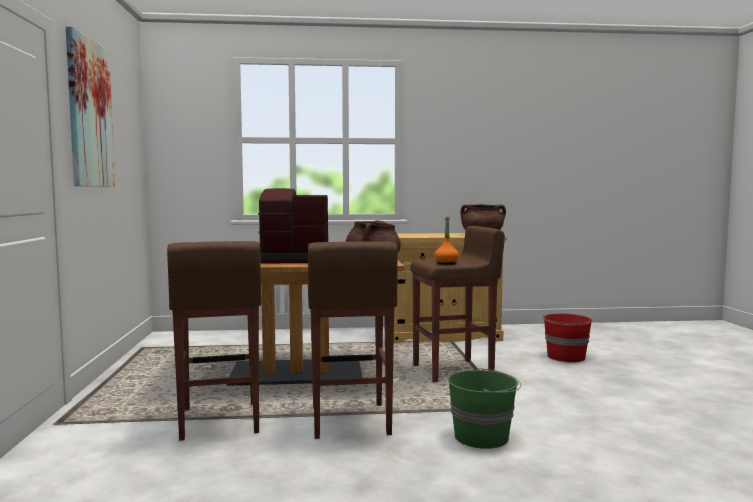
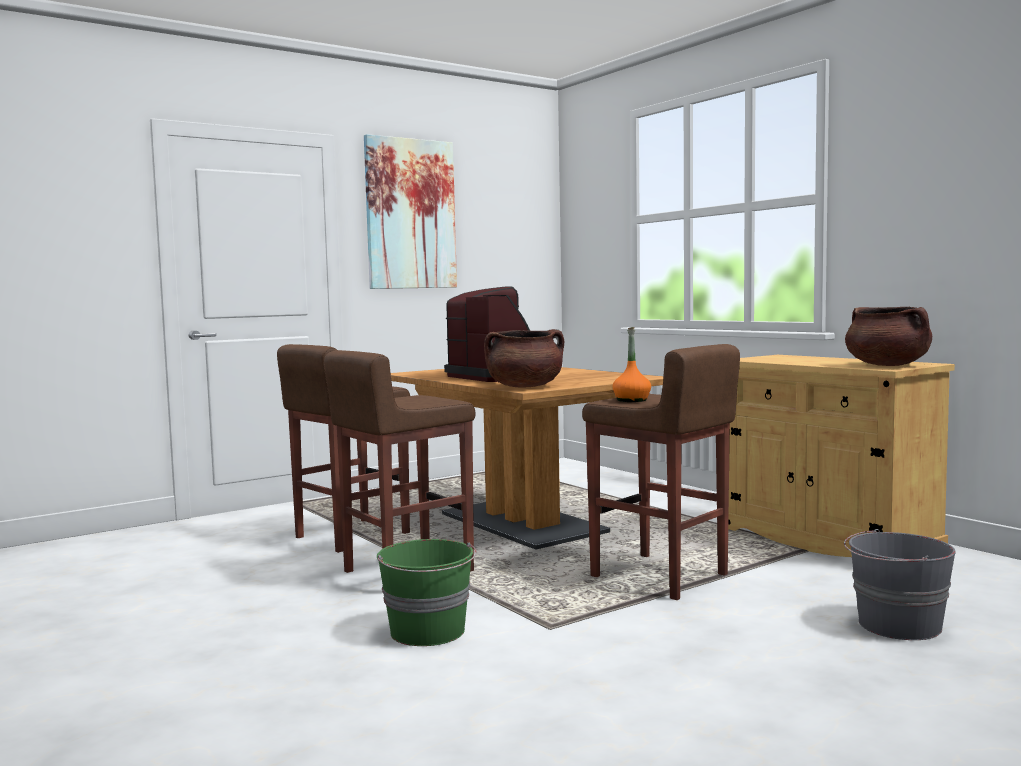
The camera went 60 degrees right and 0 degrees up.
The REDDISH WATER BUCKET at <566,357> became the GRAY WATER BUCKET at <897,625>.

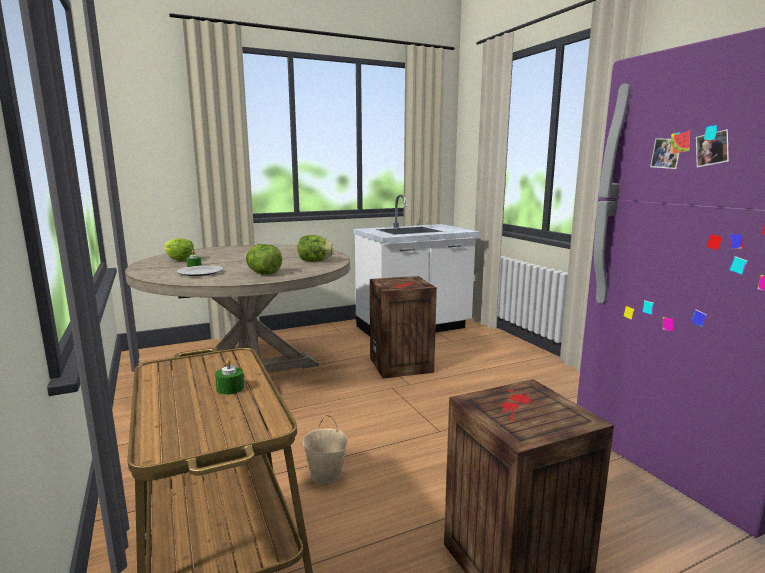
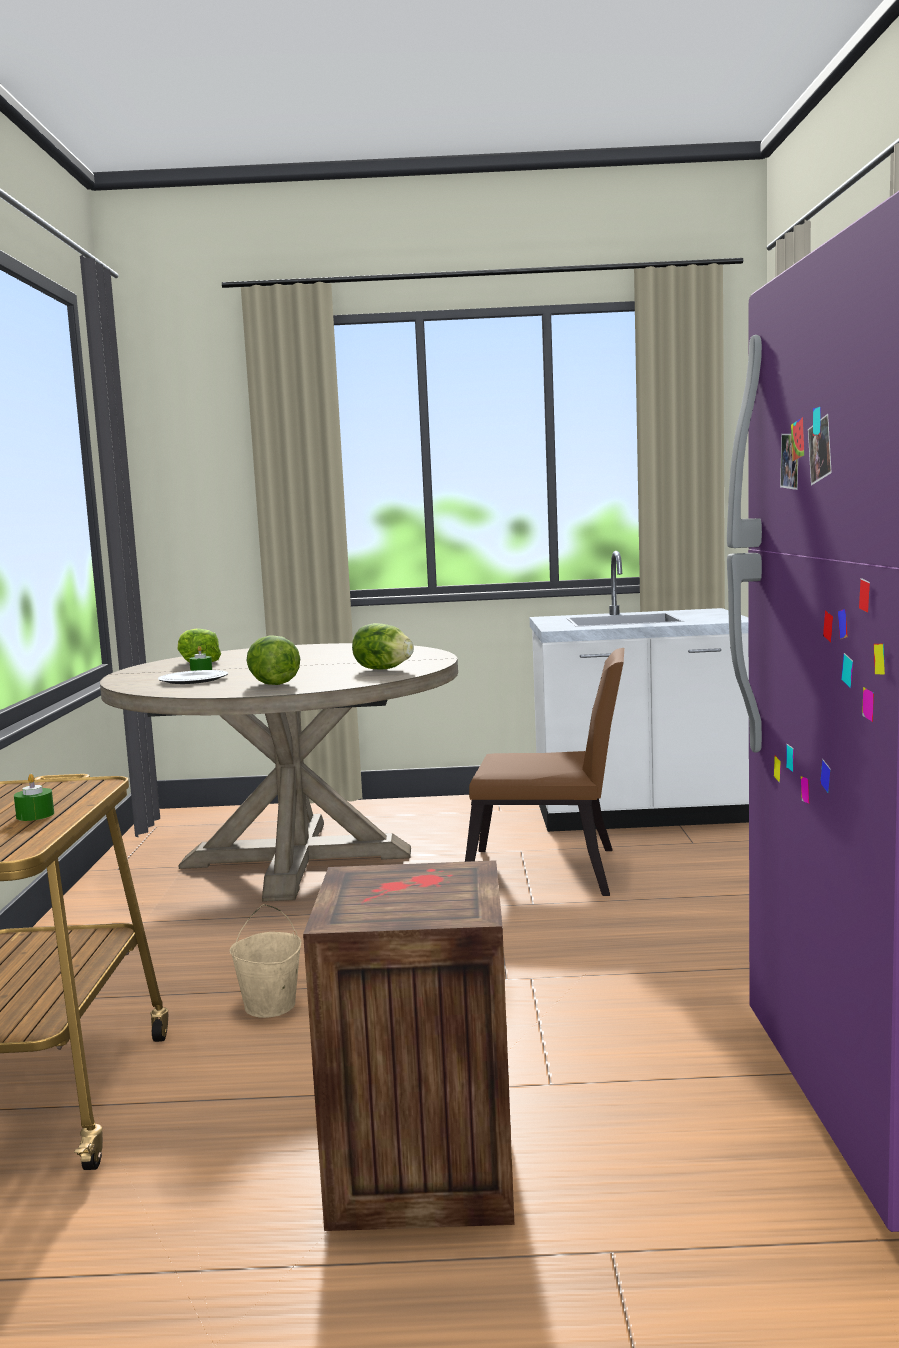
The camera went 25 degrees right and 5 degrees down.
The SHIPPING CRATE at <402,365> was replaced by the BROWN CHAIR at <552,873>.

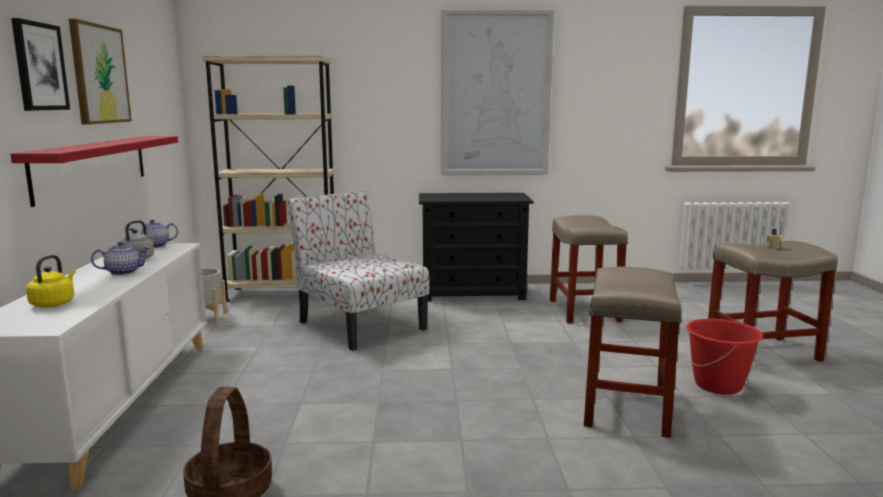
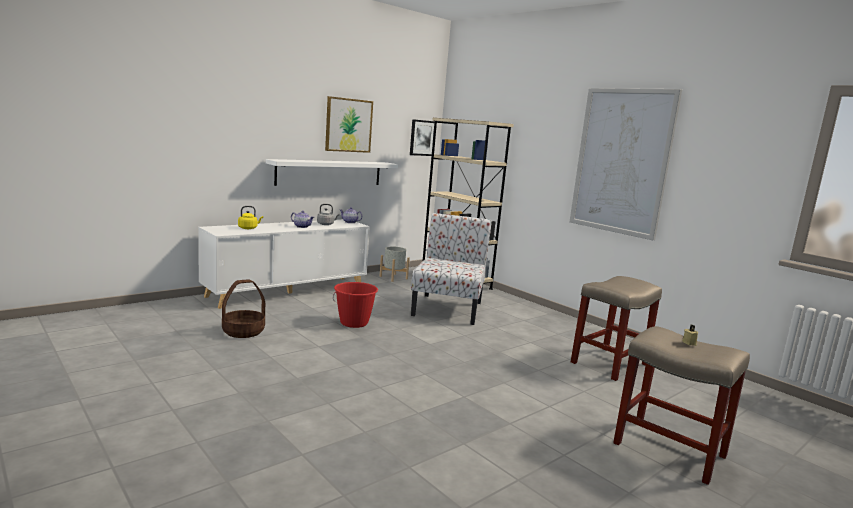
The camera went 50 degrees right and 0 degrees up.
The BLACK-COLOURED CHEST OF DRAWERS at <473,292> disappeared.
The BEIGE-COLOURED SITTING STOOL at <627,408> disappeared.
The PICTURE moved from <39,66> to <422,138>.
The REDDISH WATER BUCKET moved from <718,385> to <354,323>.
The REDDISH BRACKET SHELF at <93,166> became the WHITE-COLOURED BRACKET SHELF at <330,173>.

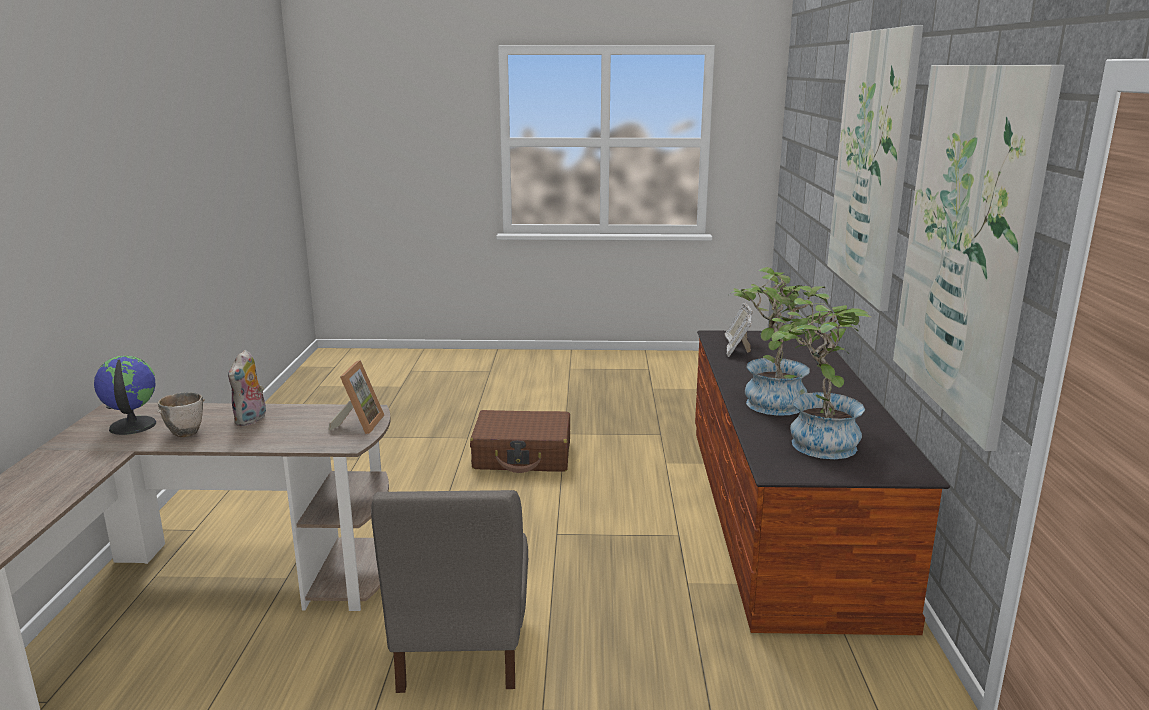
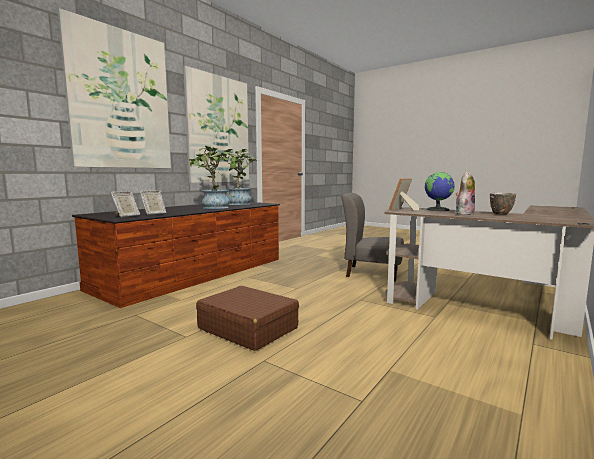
The camera went 145 degrees left and 10 degrees down.
The GLOBE moved from <132,426> to <438,210>.
The GRAY CHAIR at <461,648> turned 105 degrees counterclockwise.

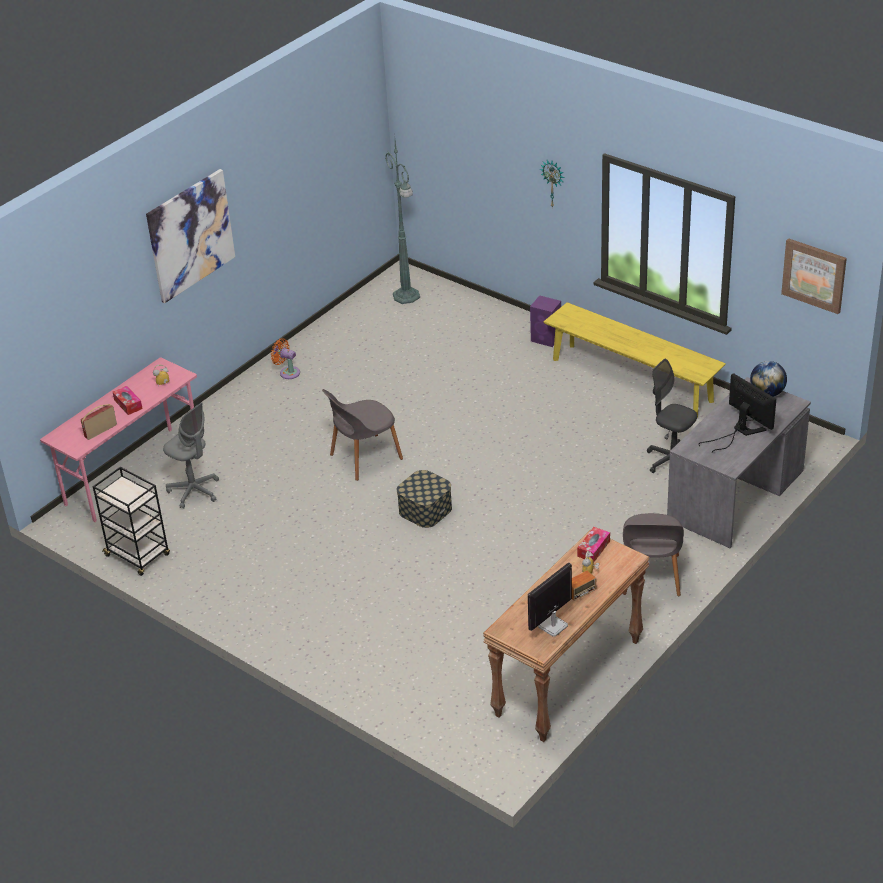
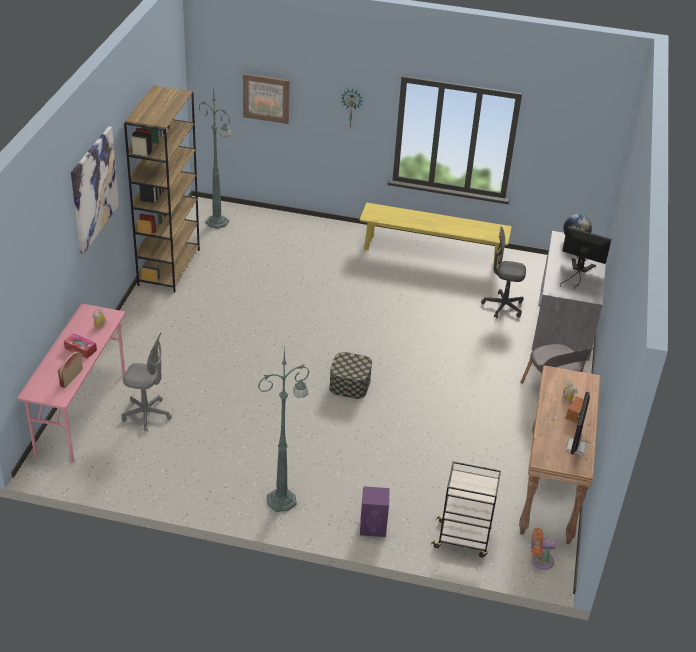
The camera went 30 degrees left and 0 degrees up.
The GRAY CHAIR at <364,458> disappeared.
The TISSUE BOX at <593,548> disappeared.
The BROWN SHELVING UNIT at <169,267> appeared.
The GREEN STANDARD LAMP at <283,500> appeared.
The BLACK-COLOURED WHEELED CART moved from <138,556> to <463,539>.
The ORANGE COOLING FAN moved from <288,372> to <540,560>.
The PURPLISH LOUDSPEAKER moved from <546,338> to <373,527>.
The PICTURE moved from <814,275> to <266,98>.

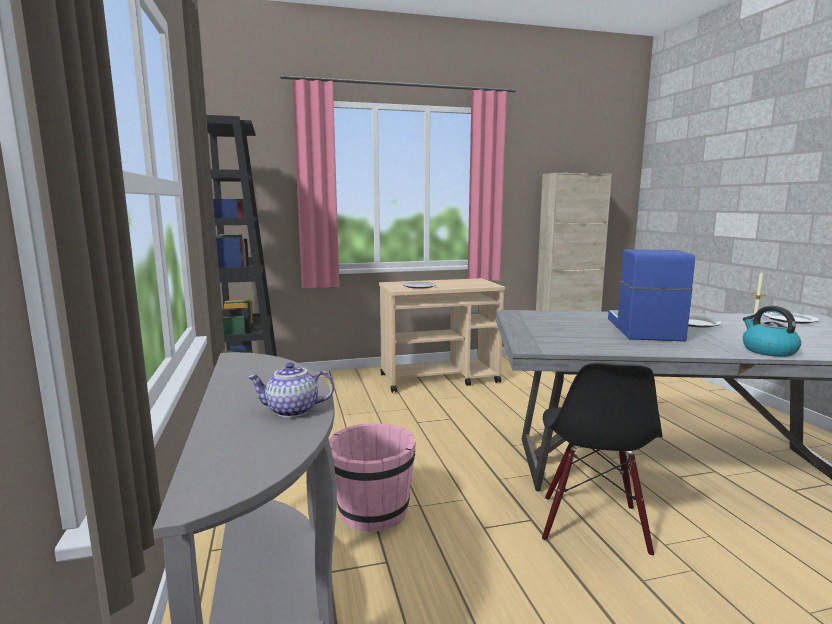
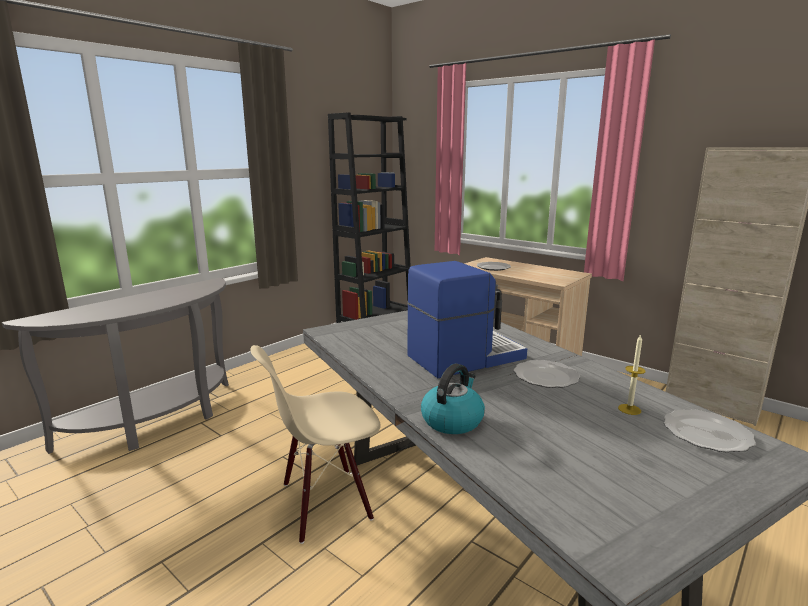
The camera went 55 degrees right and 5 degrees up.
The TEA POT at <291,411> disappeared.
The PINKISH WATER BUCKET at <372,512> disappeared.
The BLACK-COLOURED CHAIR at <592,525> became the BEIGE-COLOURED CHAIR at <325,502>.

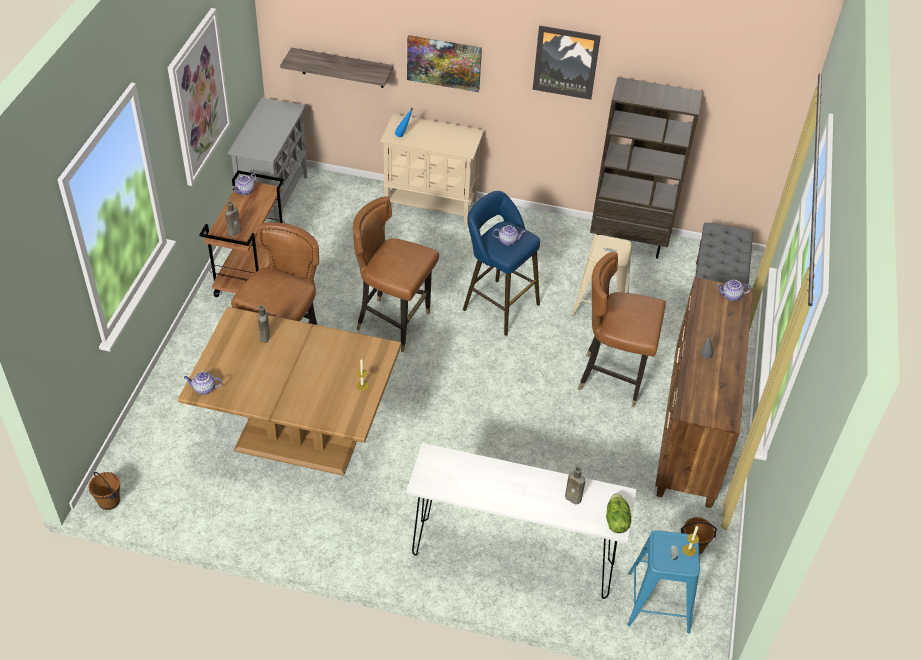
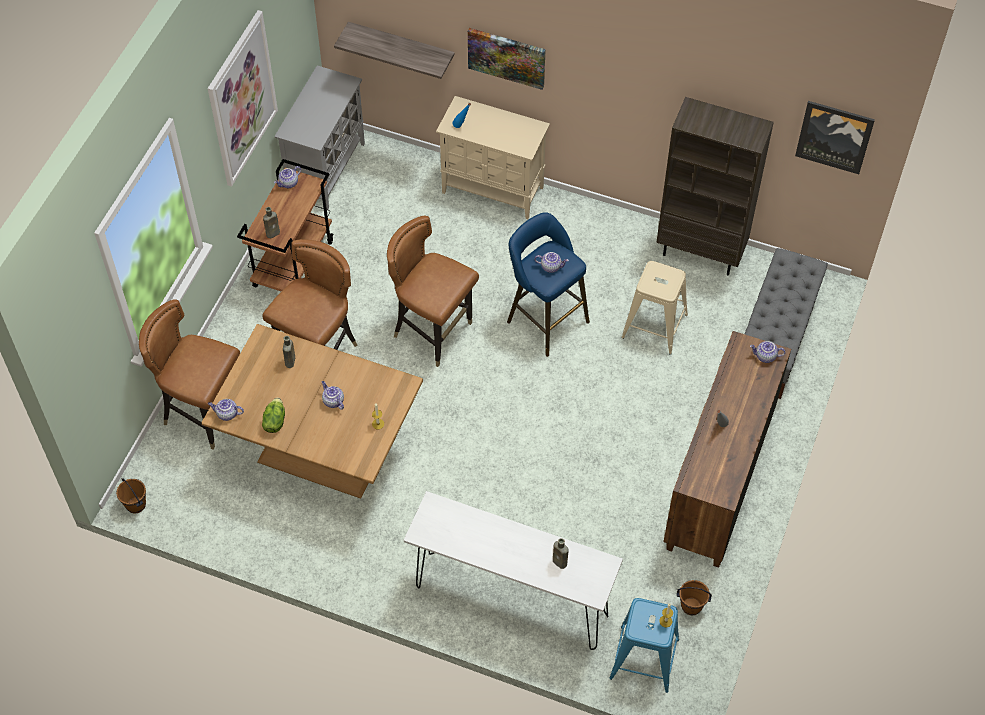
The camera went 10 degrees right and 10 degrees up.
The TEA POT at <333,401> appeared.
The PICTURE moved from <566,62> to <834,136>.
The BROWN CHAIR moved from <612,378> to <204,414>.
The LETTUCE HEAD moved from <616,520> to <274,421>.

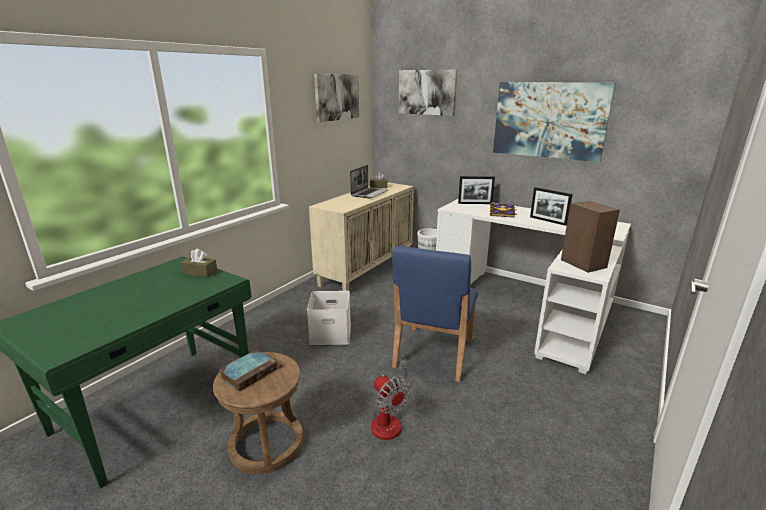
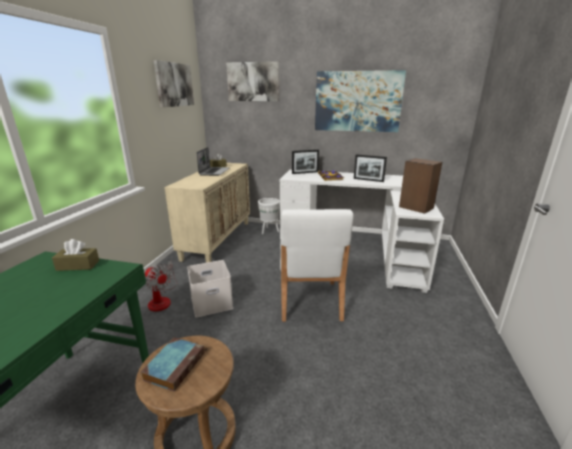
The camera went 20 degrees left and 0 degrees up.
The COOLING FAN moved from <389,419> to <162,299>.
The BLUE CHAIR at <433,353> became the WHITE-COLOURED CHAIR at <309,301>.

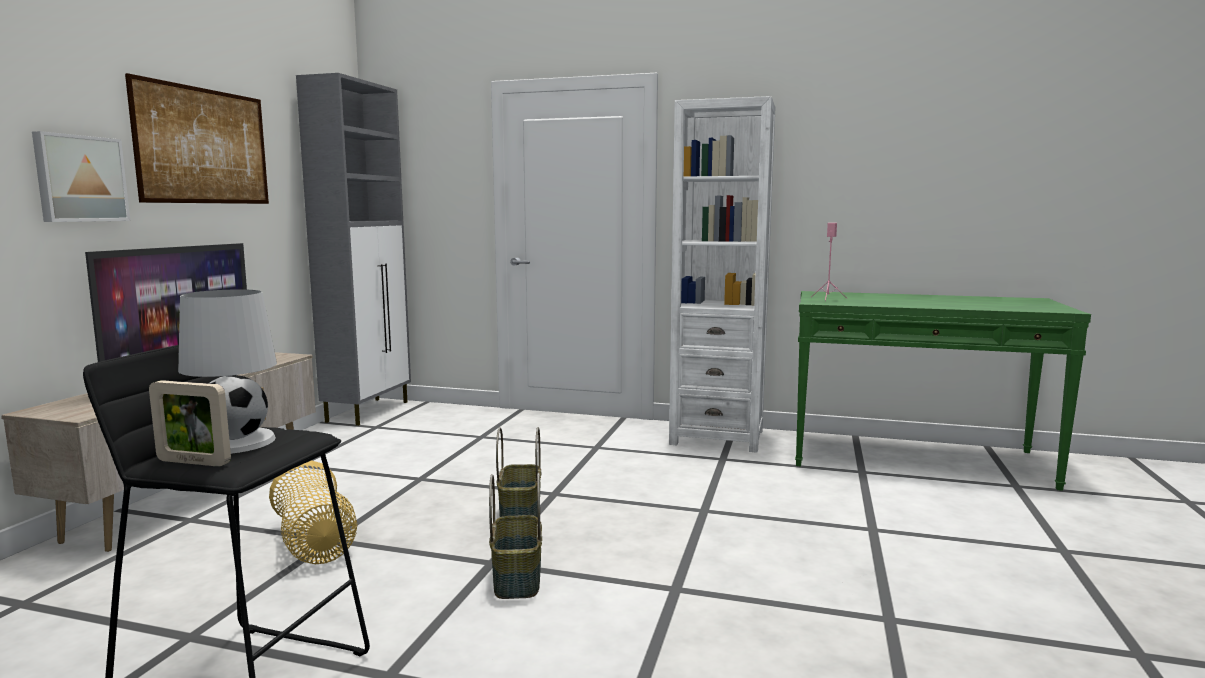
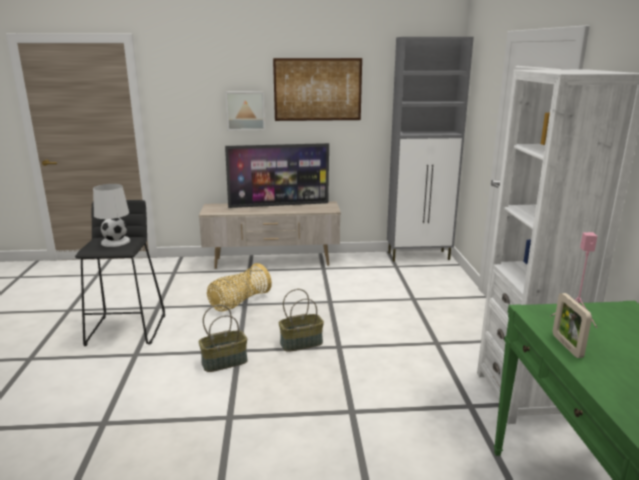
The camera went 70 degrees right and 10 degrees up.
The PICTURE FRAME moved from <194,462> to <567,346>.

